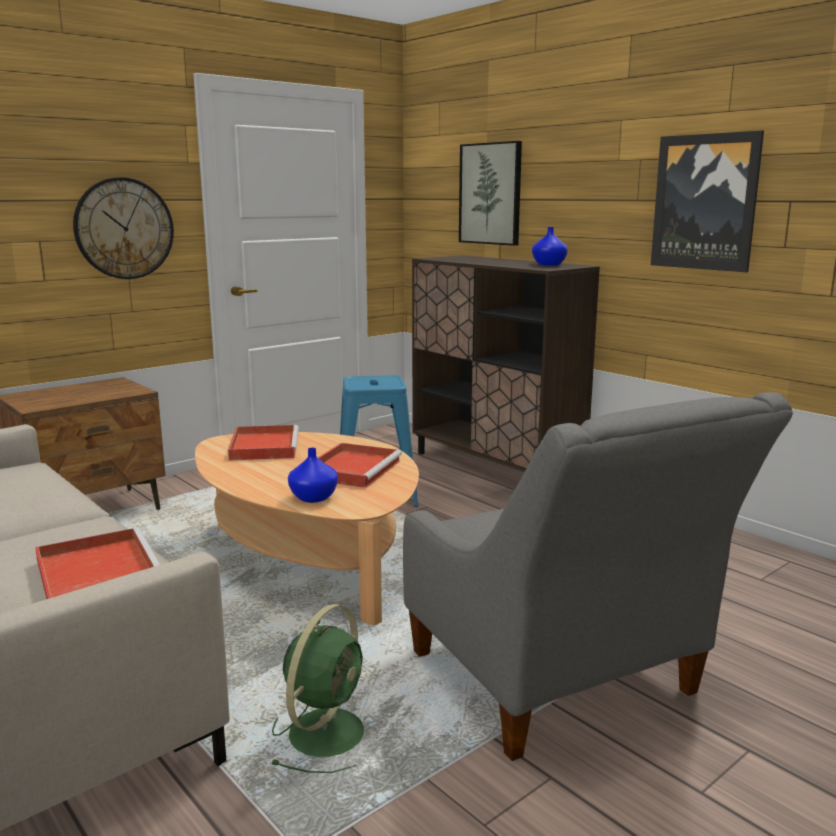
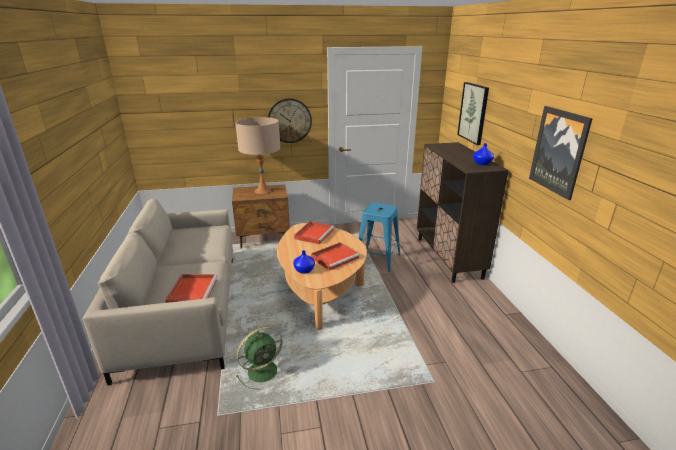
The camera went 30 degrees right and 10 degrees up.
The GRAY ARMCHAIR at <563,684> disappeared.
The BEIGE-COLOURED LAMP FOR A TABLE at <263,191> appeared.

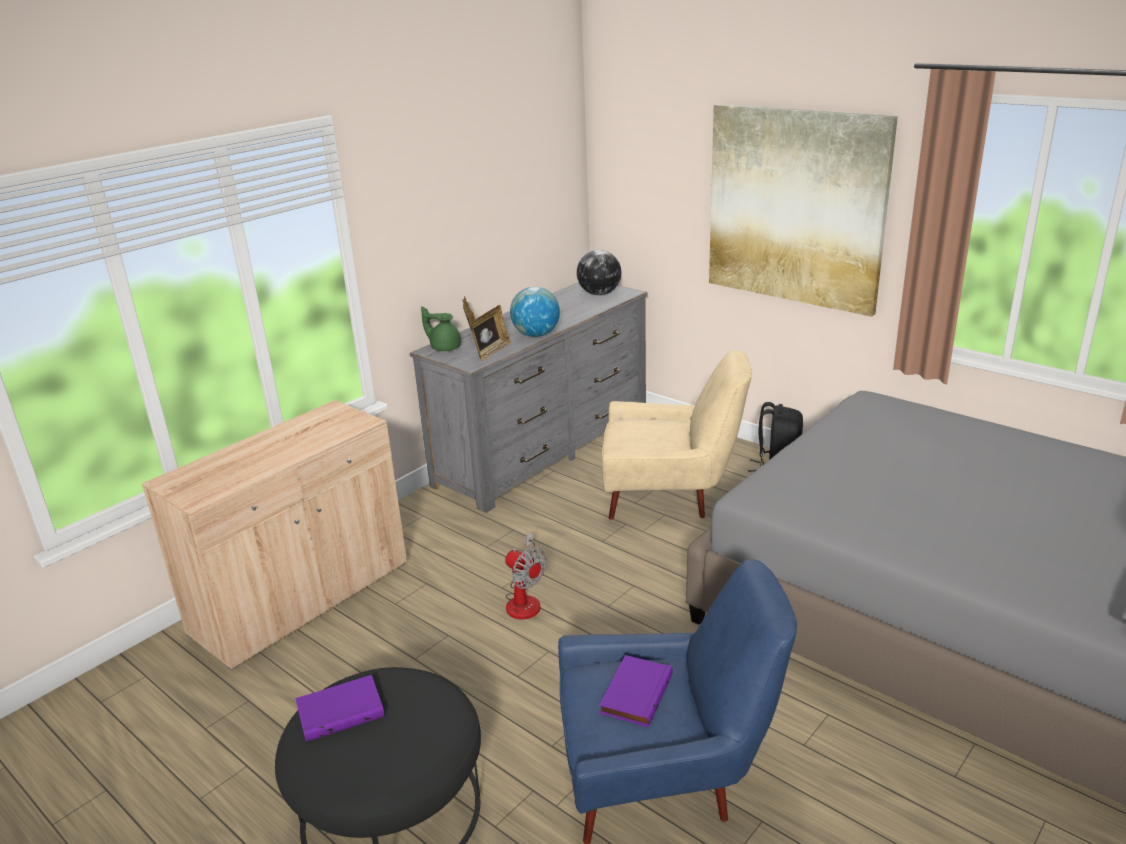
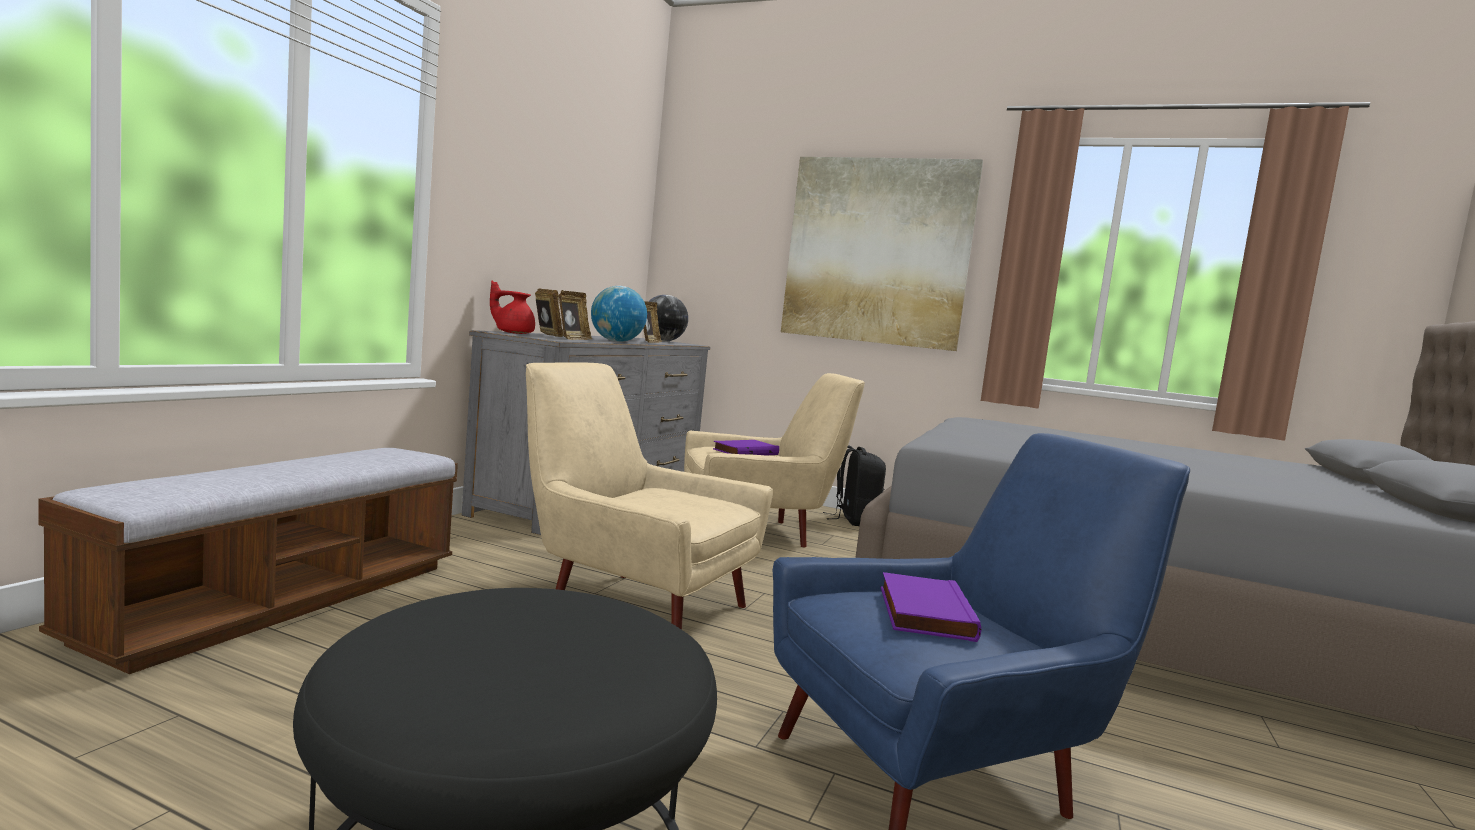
The camera went 20 degrees left and 20 degrees down.
The PICTURE FRAME at <649,342> appeared.
The PURPLISH BOOK moved from <341,710> to <745,452>.
The BEIGE-COLOURED CABINET at <302,599> was replaced by the BENCH at <284,601>.
The COOLING FAN at <525,599> was replaced by the BEIGE-COLOURED ARMCHAIR at <632,603>.
The GREEN TEA POT at <444,347> became the REDDISH TEA POT at <513,333>.

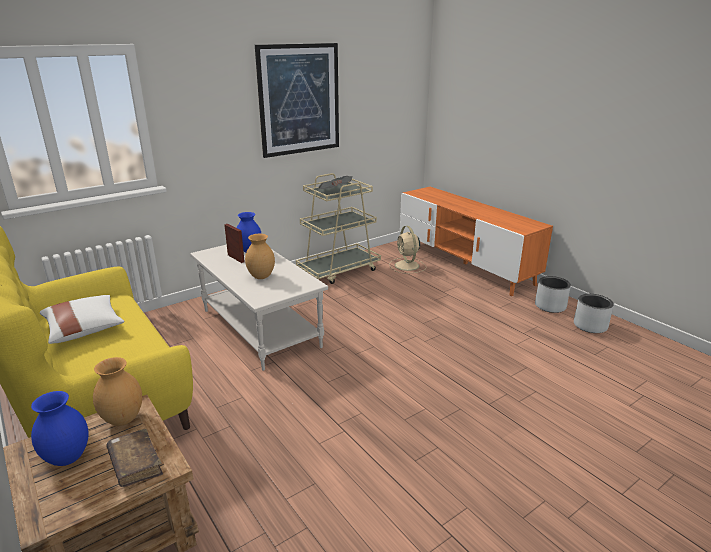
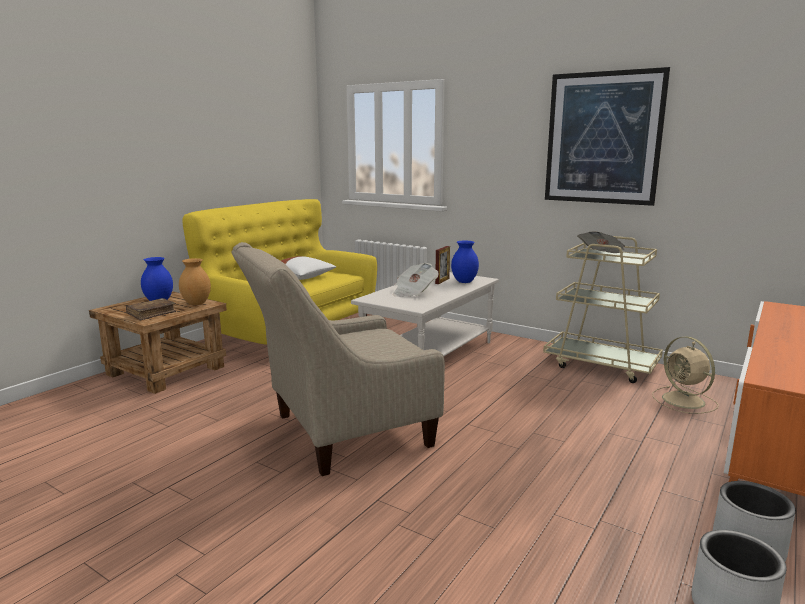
The camera went 70 degrees right and 10 degrees down.
The BEIGE-COLOURED ARMCHAIR at <340,433> appeared.
The BROWN DECORATIVE VASE at <261,277> was replaced by the DAILY PAPER at <413,292>.
The BEIGE-COLOURED COOLING FAN at <407,266> turned 75 degrees counterclockwise.

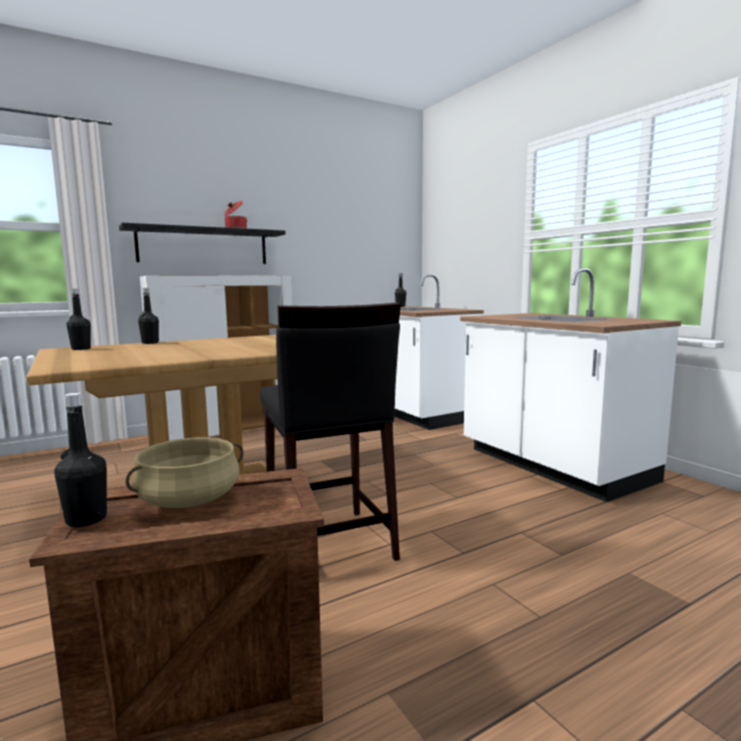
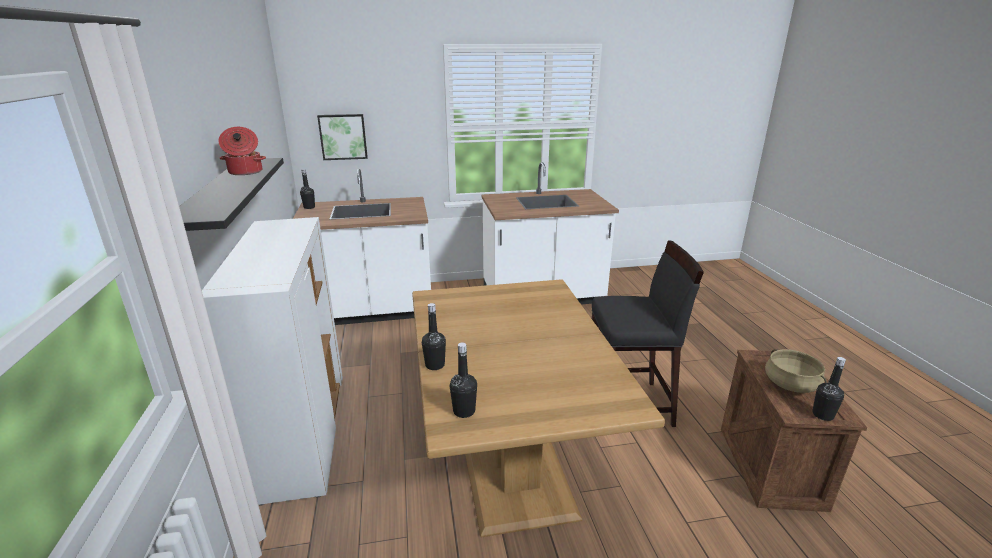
The camera went 70 degrees left and 15 degrees up.
The PICTURE at <343,136> appeared.

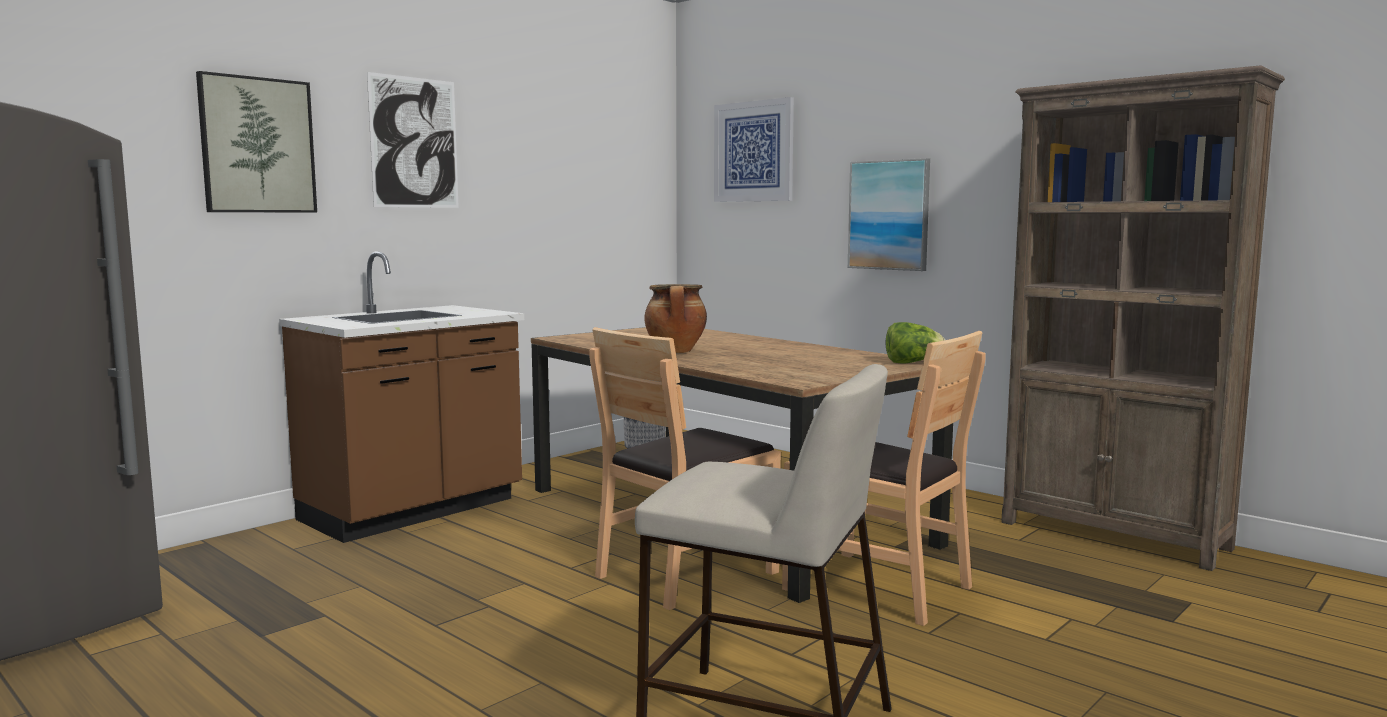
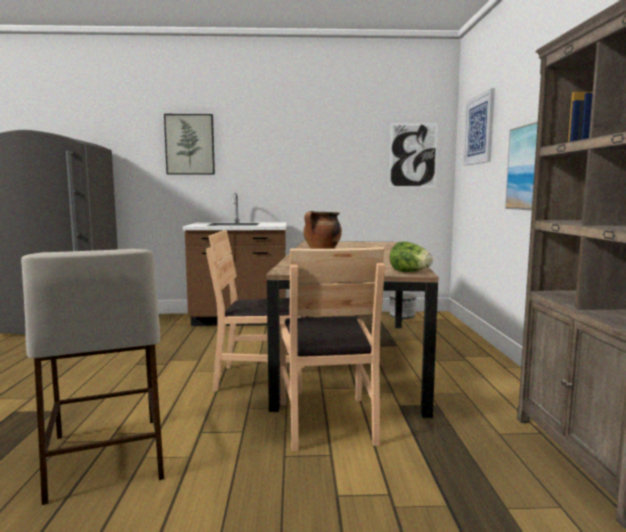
The camera went 45 degrees right and 0 degrees up.
The PICTURE moved from <414,143> to <413,155>.

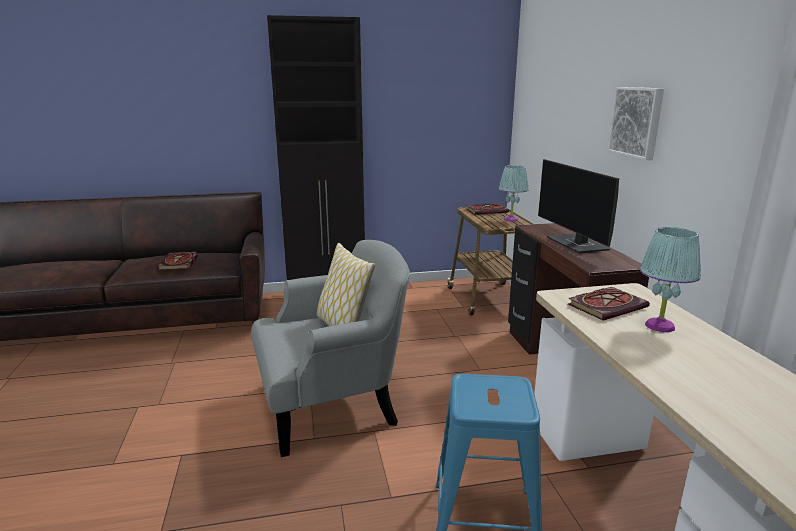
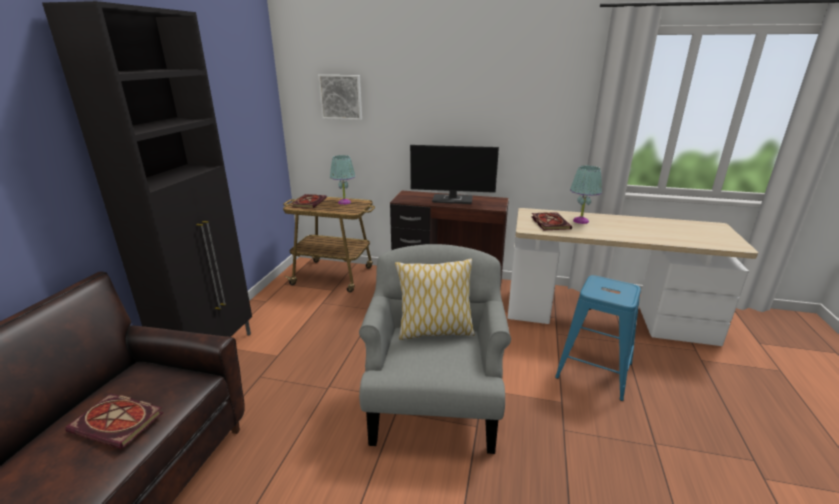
The camera went 65 degrees left and 5 degrees up.
The PICTURE moved from <637,122> to <341,97>.

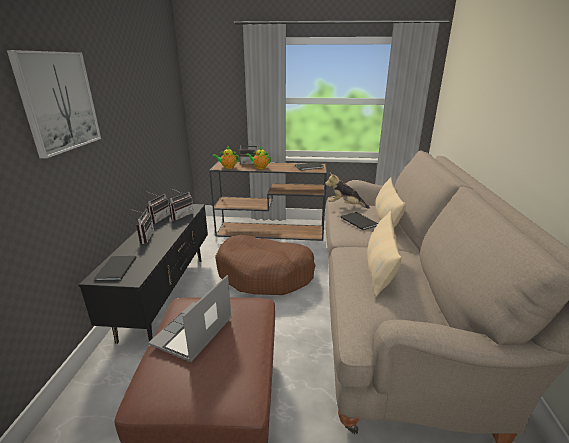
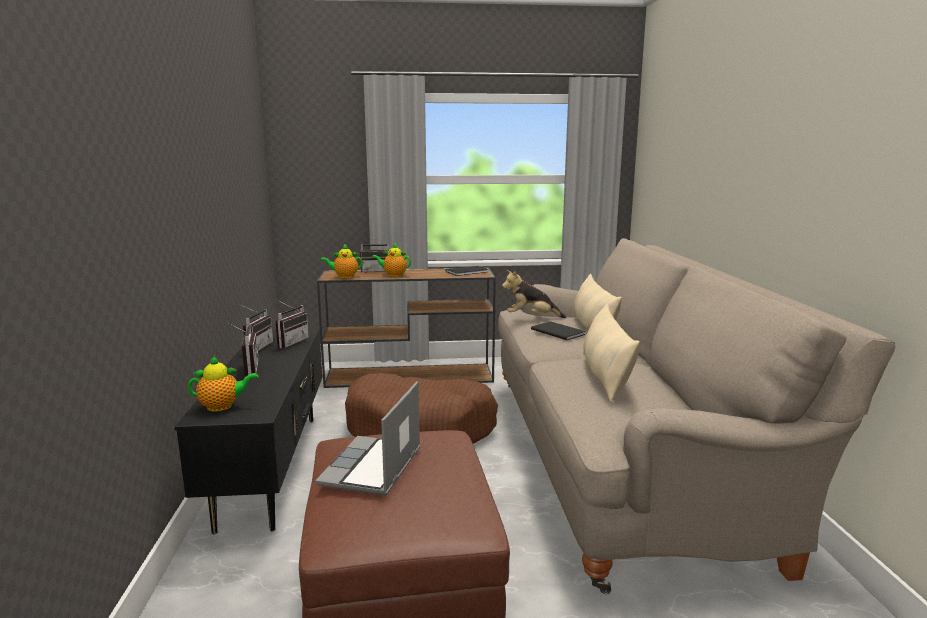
The camera went 10 degrees left and 10 degrees down.
The PICTURE at <58,102> disappeared.
The BLACK-COLOURED BOOK at <115,269> was replaced by the TEA POT at <222,406>.

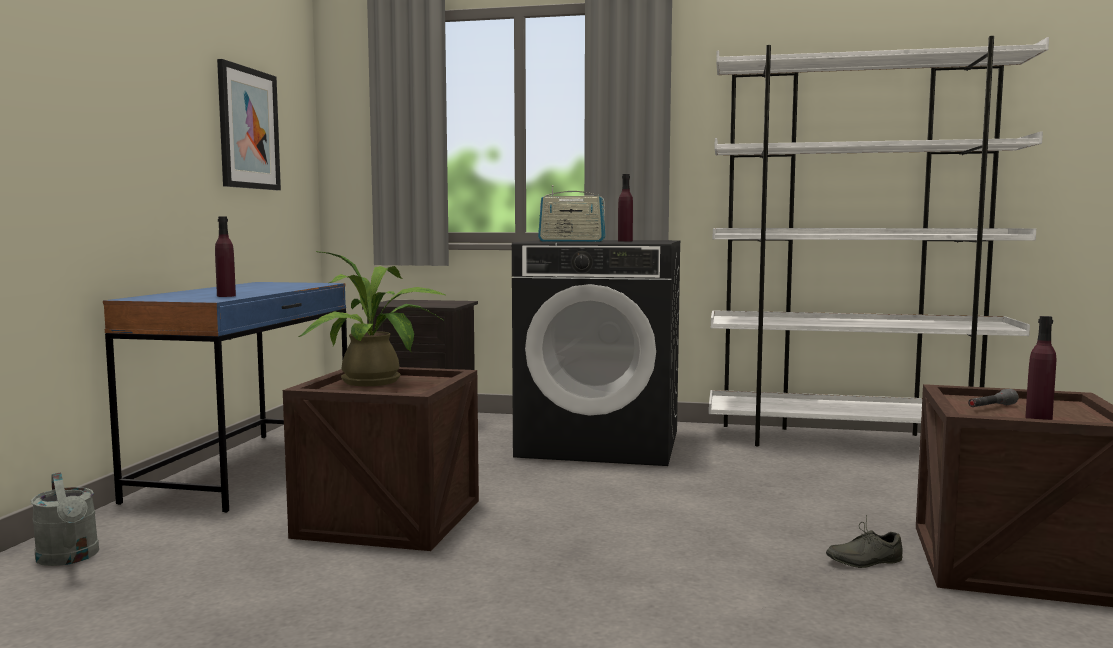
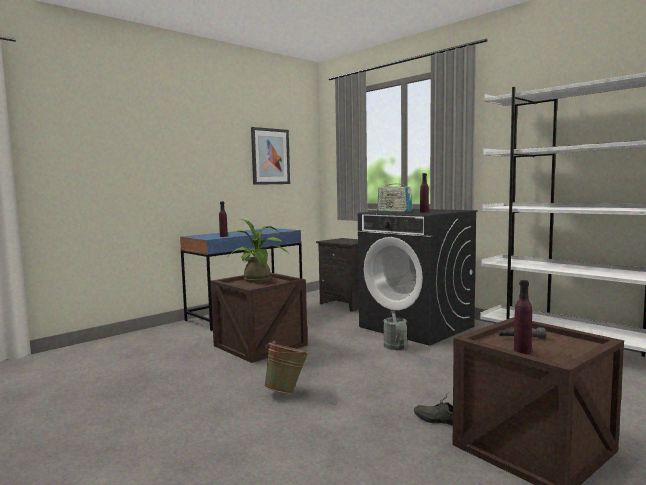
The camera went 35 degrees right and 0 degrees up.
The GREEN WATER BUCKET at <287,391> appeared.
The GRAY WATERING POT moved from <69,558> to <396,347>.

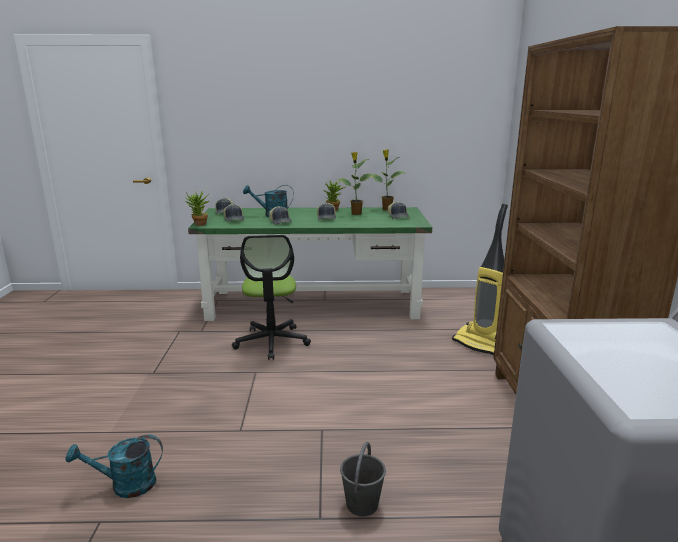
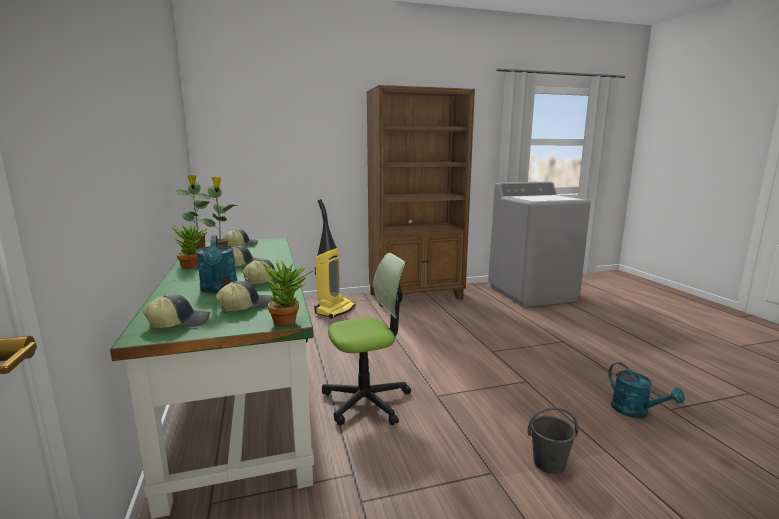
The camera went 105 degrees left and 5 degrees down.
The GRAY WATER BUCKET moved from <362,504> to <549,463>.

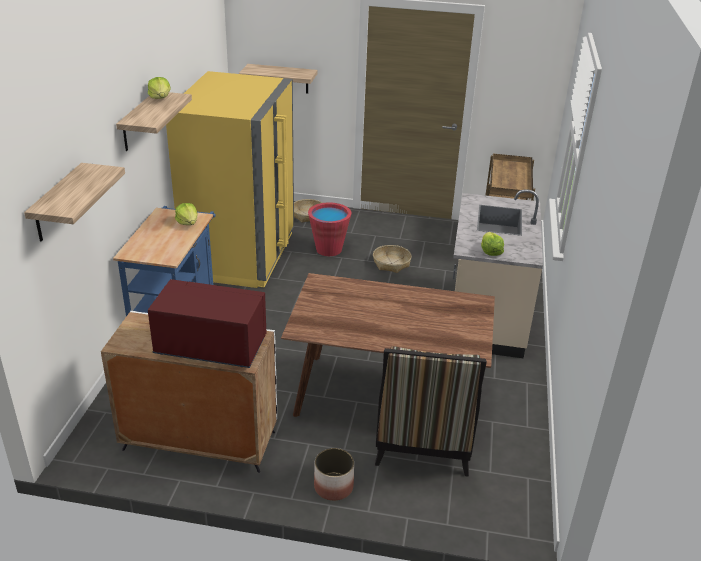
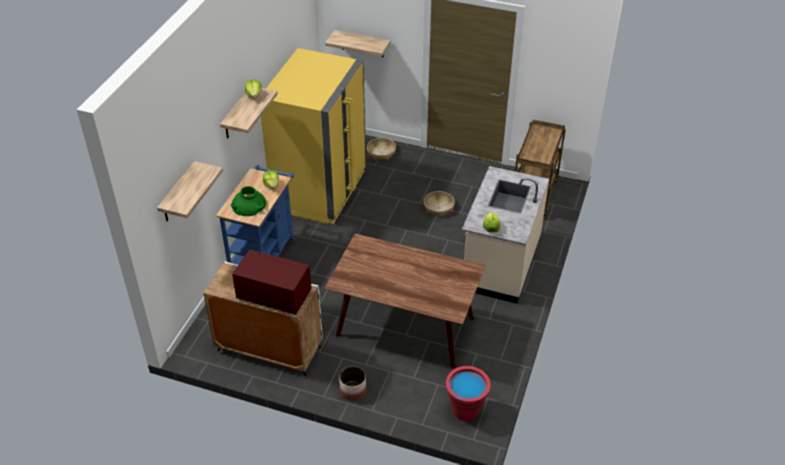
The camera went 10 degrees right and 10 degrees up.
The CHAIR at <423,439> disappeared.
The GREEN DECORATIVE VASE at <249,205> appeared.
The REDDISH WATER BUCKET moved from <329,249> to <465,410>.

